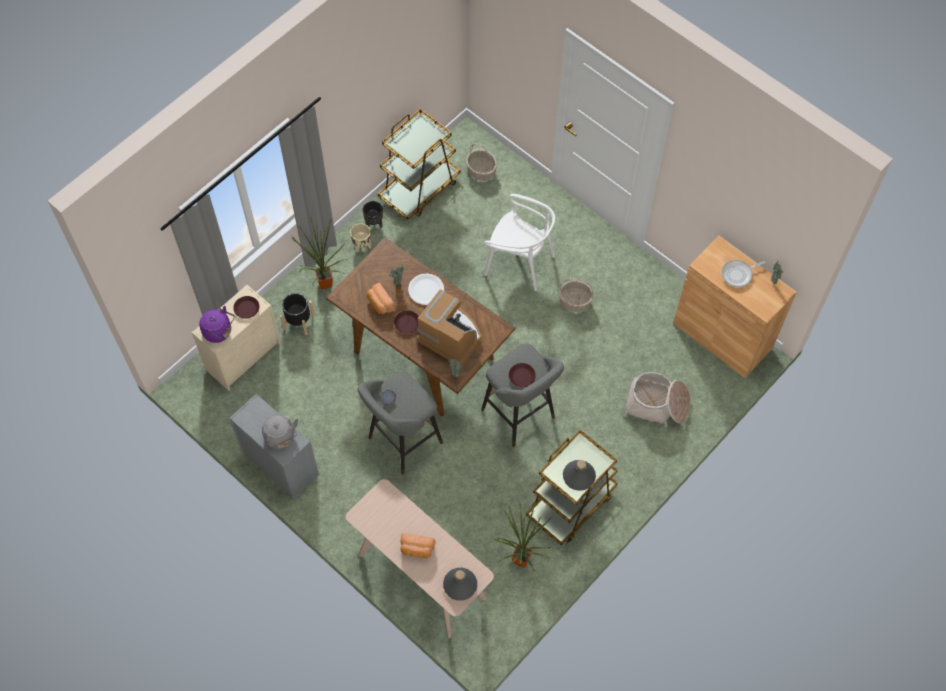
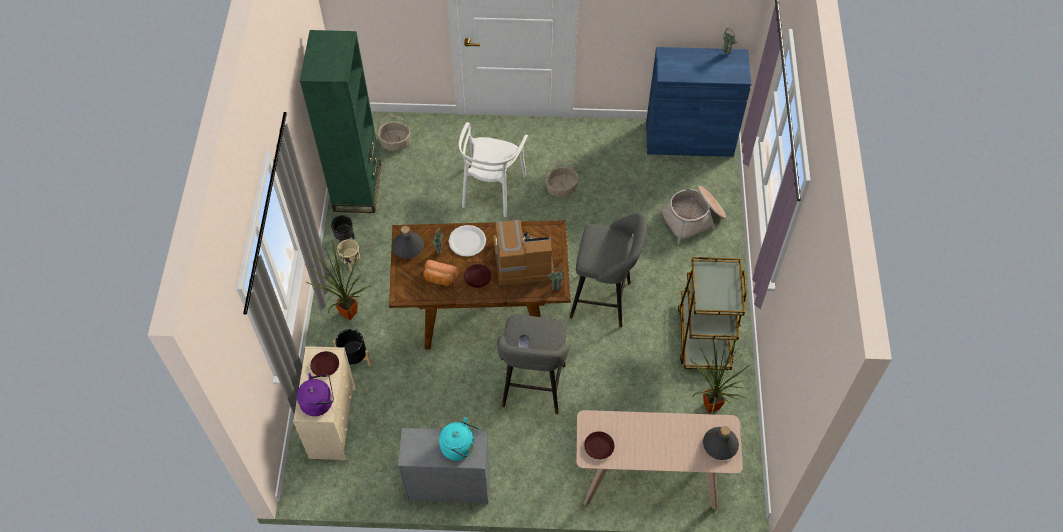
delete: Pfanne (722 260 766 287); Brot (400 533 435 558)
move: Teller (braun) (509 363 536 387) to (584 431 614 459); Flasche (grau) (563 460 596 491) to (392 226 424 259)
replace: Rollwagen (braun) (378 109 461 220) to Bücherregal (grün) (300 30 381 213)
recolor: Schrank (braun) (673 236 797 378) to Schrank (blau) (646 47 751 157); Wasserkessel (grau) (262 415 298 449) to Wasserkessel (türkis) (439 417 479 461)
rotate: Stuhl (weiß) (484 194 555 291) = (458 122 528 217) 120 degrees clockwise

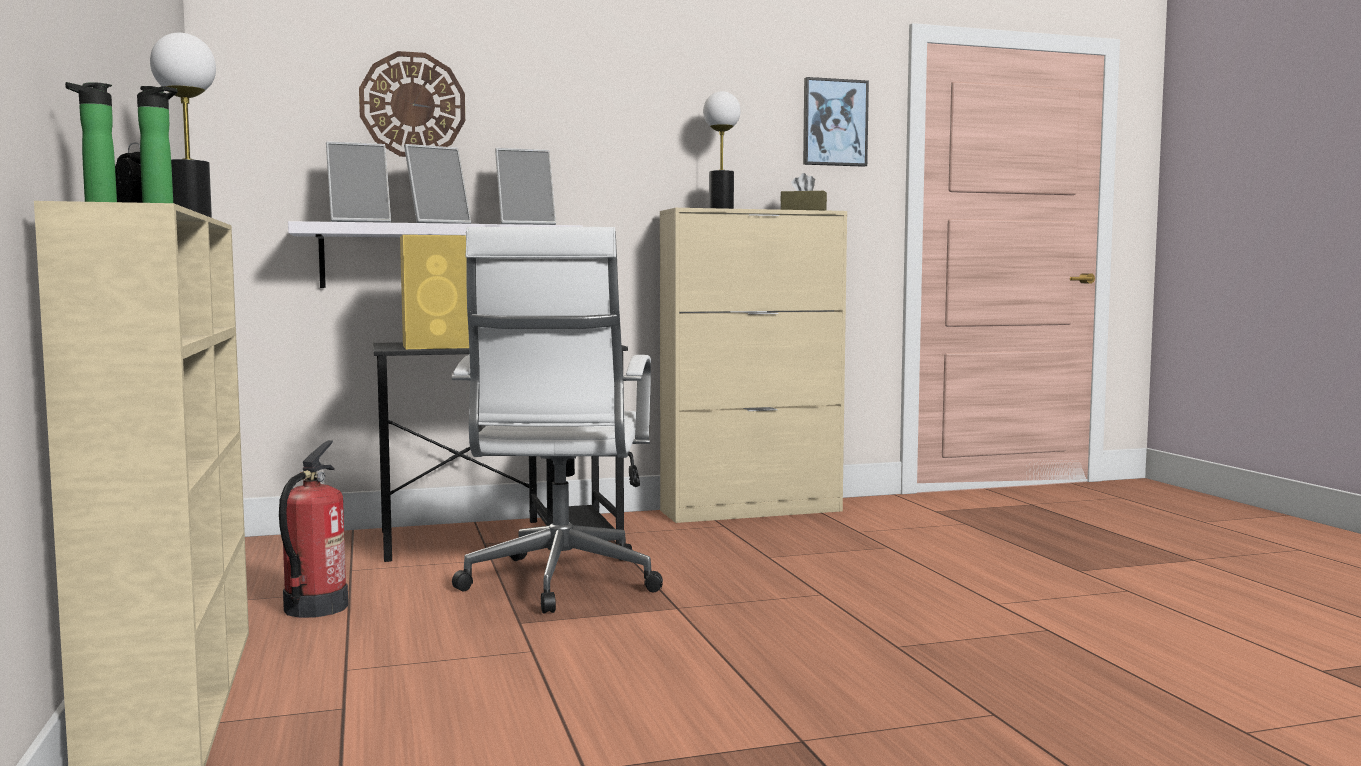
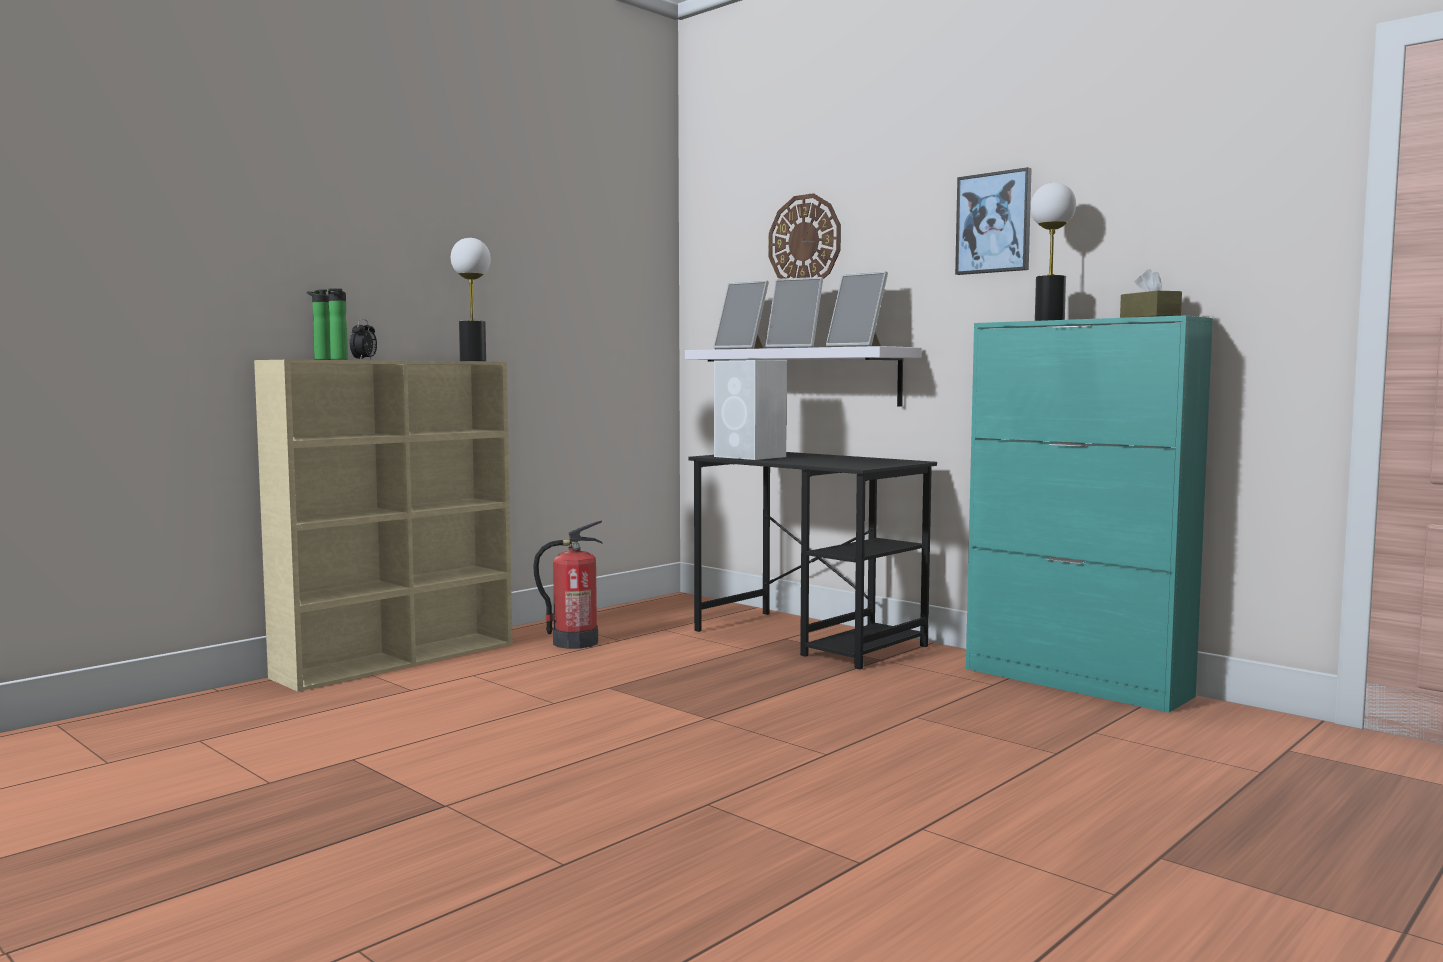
delete: Bürostuhl (weiß) (452 227 663 614)
move: Bild (803 77 869 167) to (955 167 1032 275)
recolor: Schrank (beige) (660 208 847 523) to Schrank (türkis) (966 315 1213 713); Lautsprecher (gelb) (400 235 469 349) to Lautsprecher (weiß) (714 360 787 460)

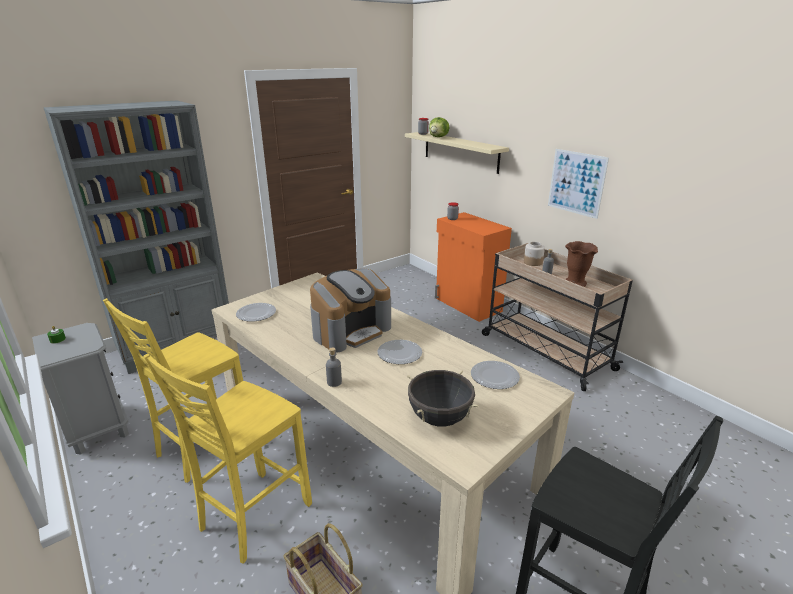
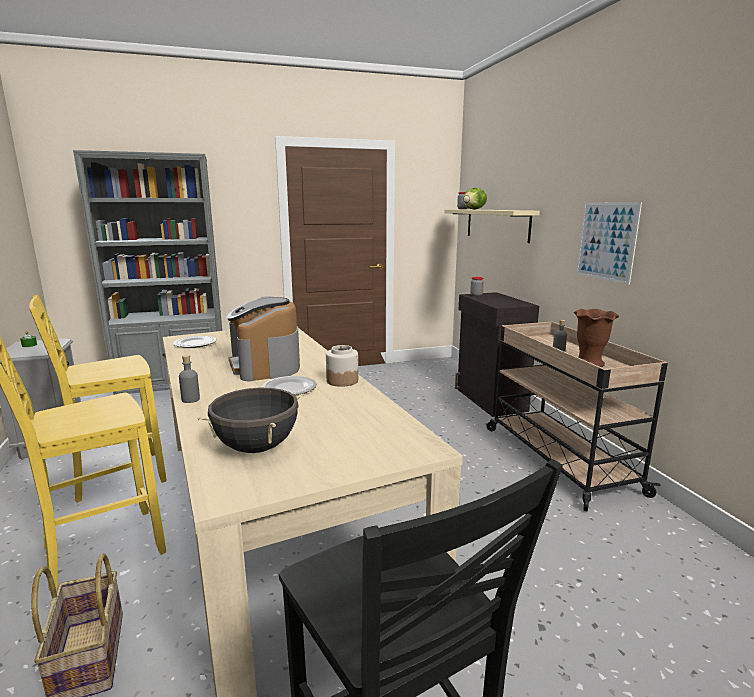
delete: Teller (471 361 520 389)
move: Vorratsglas (524 242 545 266) to (326 345 358 387)
recolor: Schrank (orange) (435 212 512 322) to Schrank (schwarz) (455 292 539 417)
rotate: Kaffeemaschine (310 269 391 353) = (227 297 300 381) 90 degrees clockwise

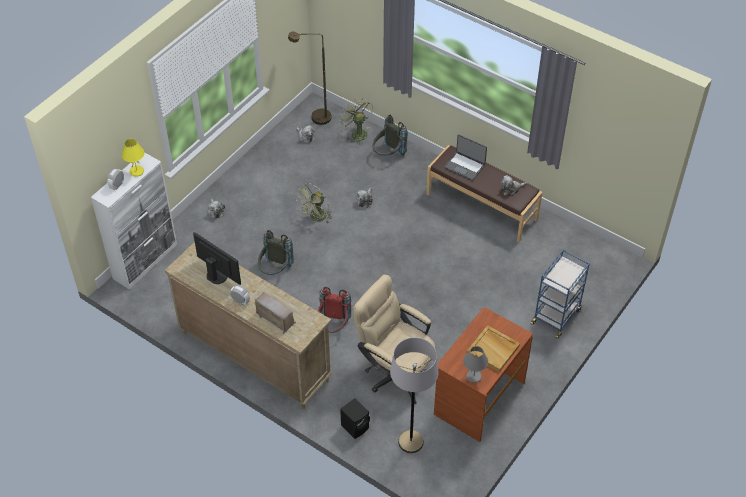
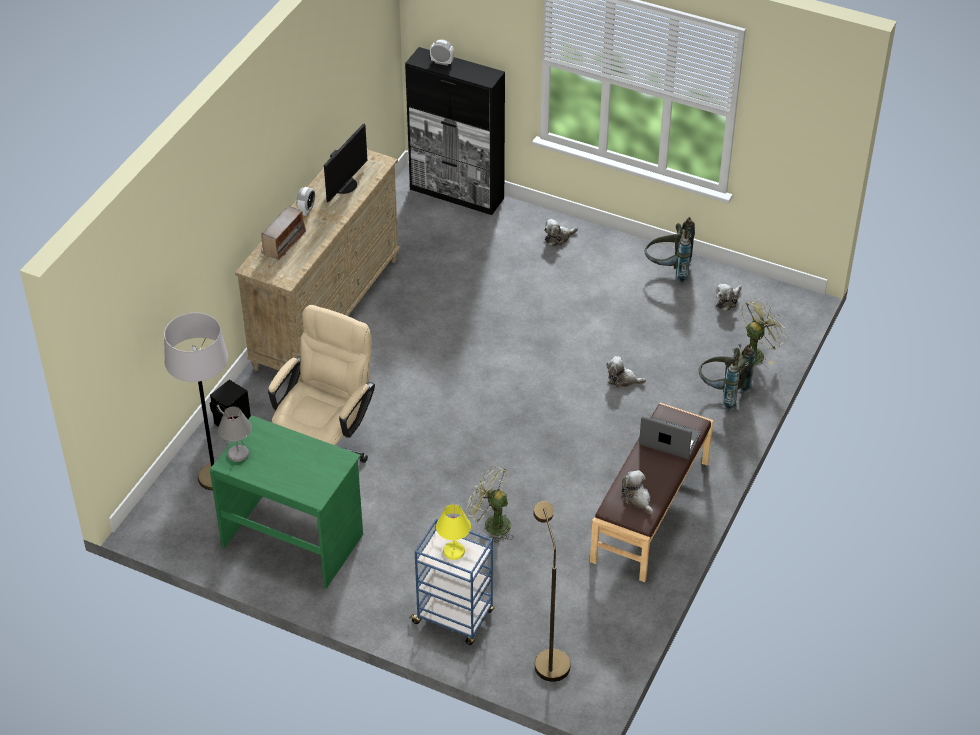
delete: Rucksack (rot) (318 287 351 333); Tablett (beige) (467 325 520 372)
move: Stehlampe (braun) (288 32 331 125) to (533 501 571 682); Tischlampe (gelb) (122 139 145 177) to (436 504 471 560); Ventilator (grün) (296 183 332 223) to (466 465 514 543); Rucksack (grau) (258 230 294 275) to (645 217 695 283)
recolor: Schrank (weiß) (91 153 177 289) to Schrank (schwarz) (405 47 505 215); Schreibtisch (braun) (434 307 533 442) to Schreibtisch (grün) (210 415 363 589)
rotate: Laptop (444 134 487 181) = (639 416 701 459) 90 degrees clockwise

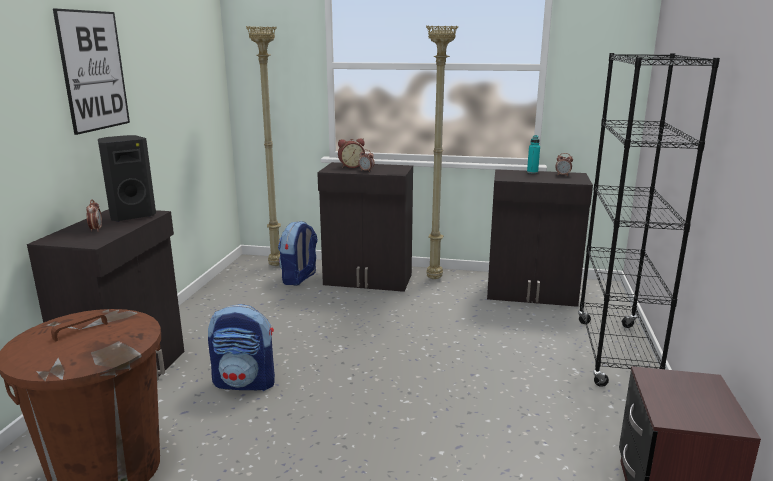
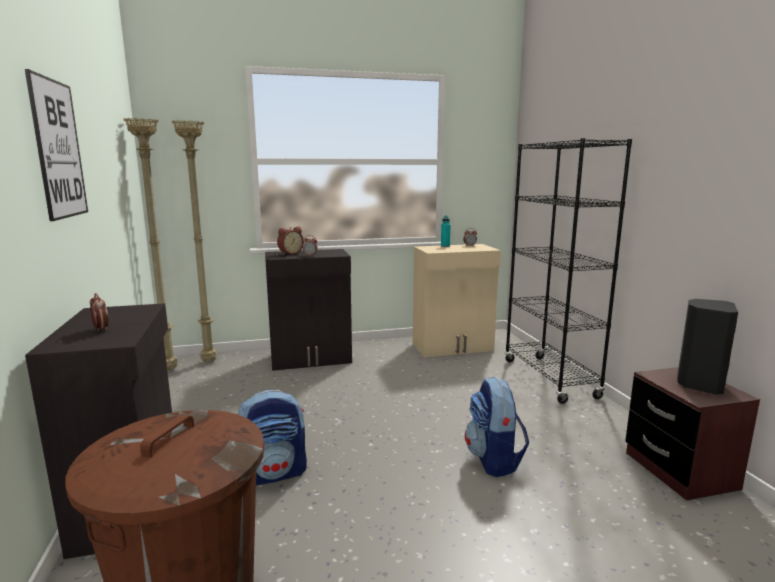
move: Stehlampe (beige) (426 26 457 279) to (123 118 178 370); Lautsprecher (schwarz) (98 135 156 222) to (677 299 738 395); Rucksack (278 221 318 285) to (465 377 529 477)
recolor: Schrank (schwarz) (487 169 593 307) to Schrank (beige) (413 244 501 357)

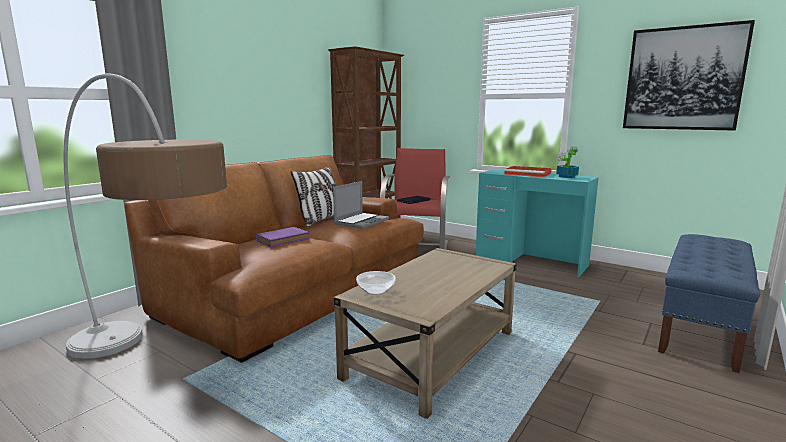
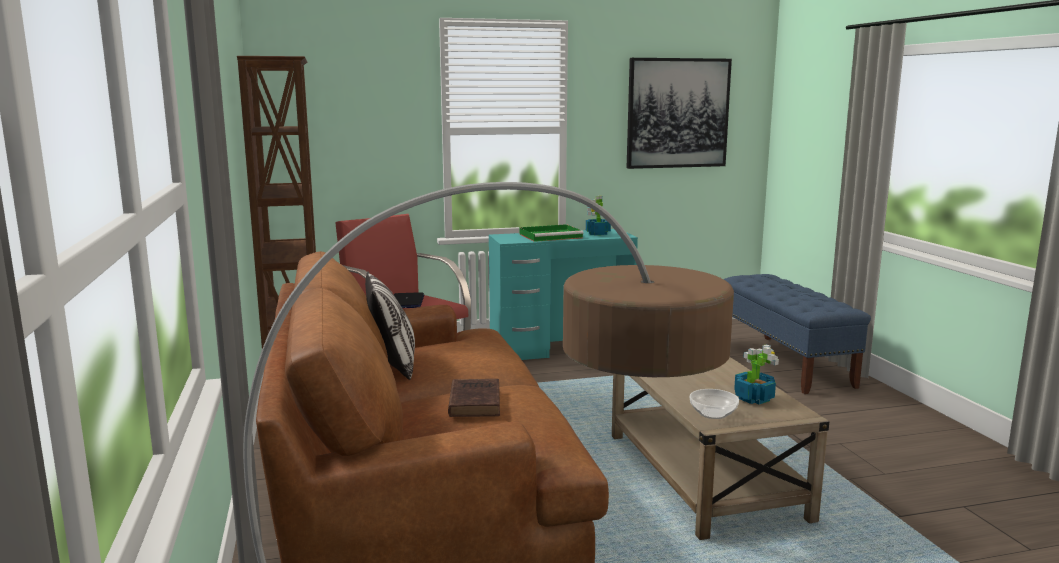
delete: Laptop (333 181 389 229)
insert: Topfpflanze (734 344 779 405)
recolor: Tablett (rot) (504 166 552 177) to Tablett (grün) (520 224 584 242); Buch (lila) (256 227 310 247) to Buch (braun) (448 379 500 417)

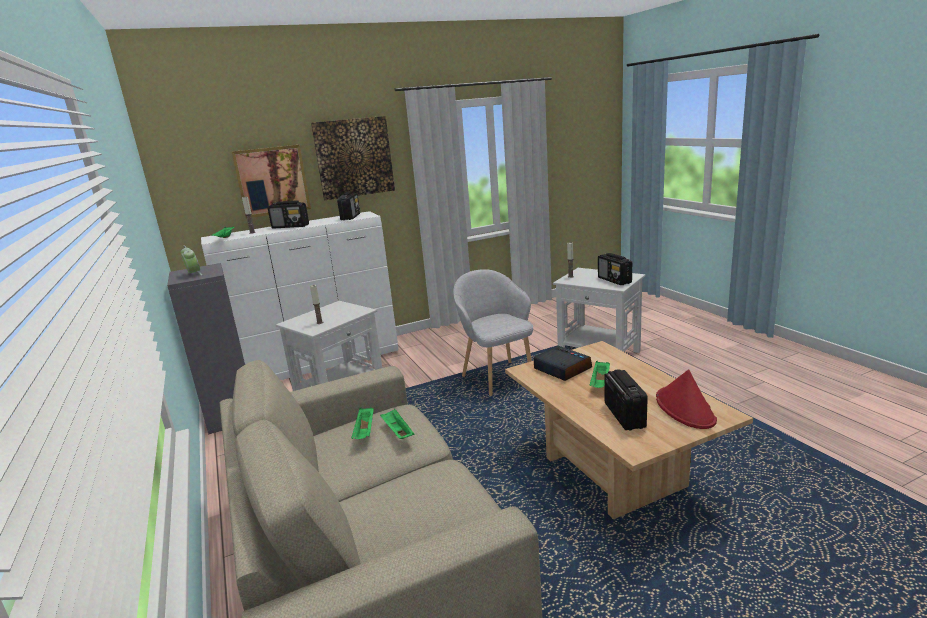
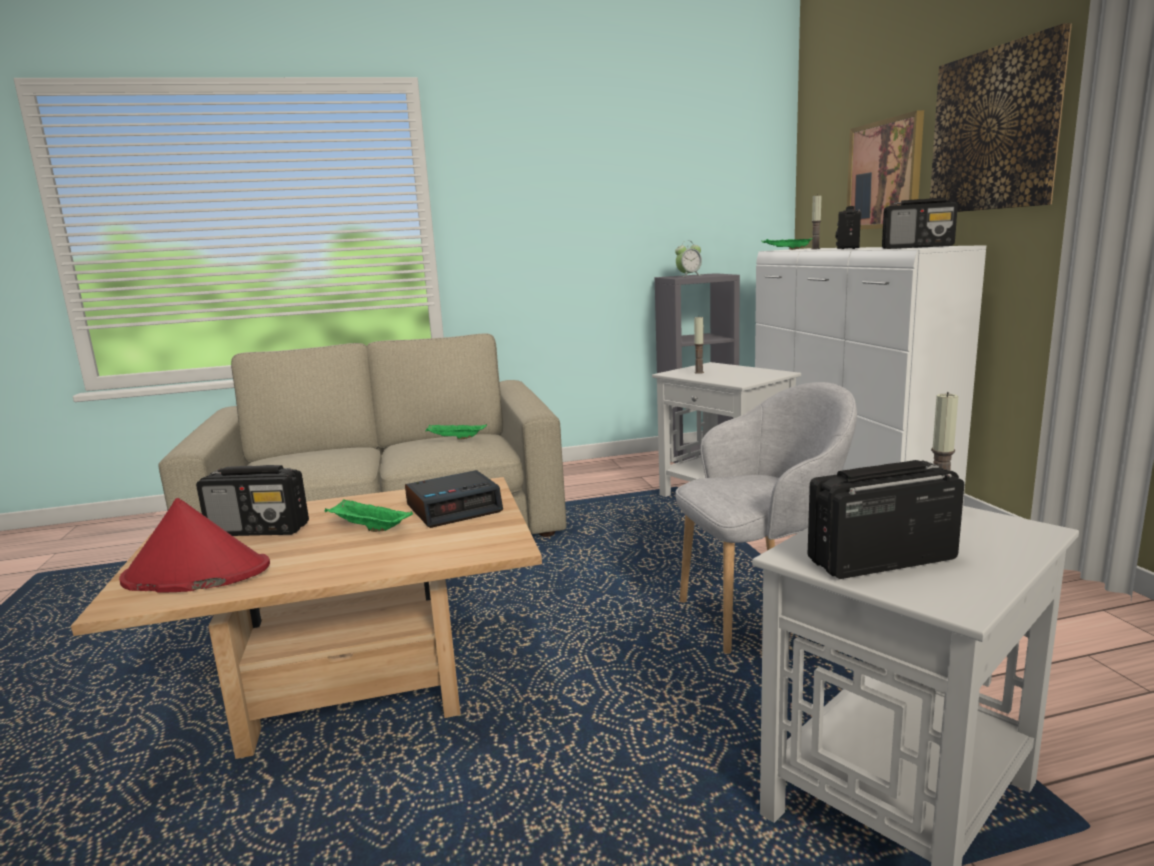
delete: Tablett (grün) (380 409 414 439)

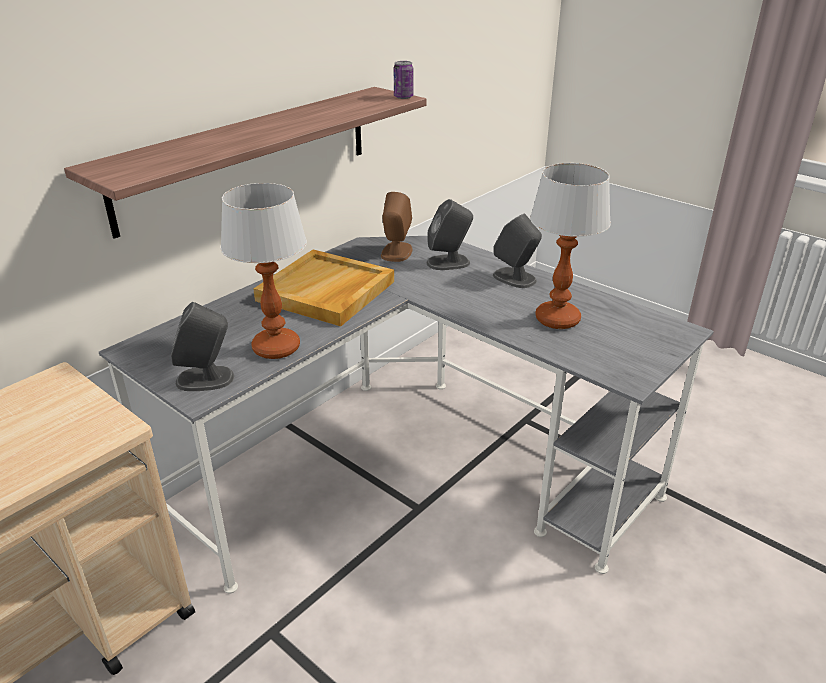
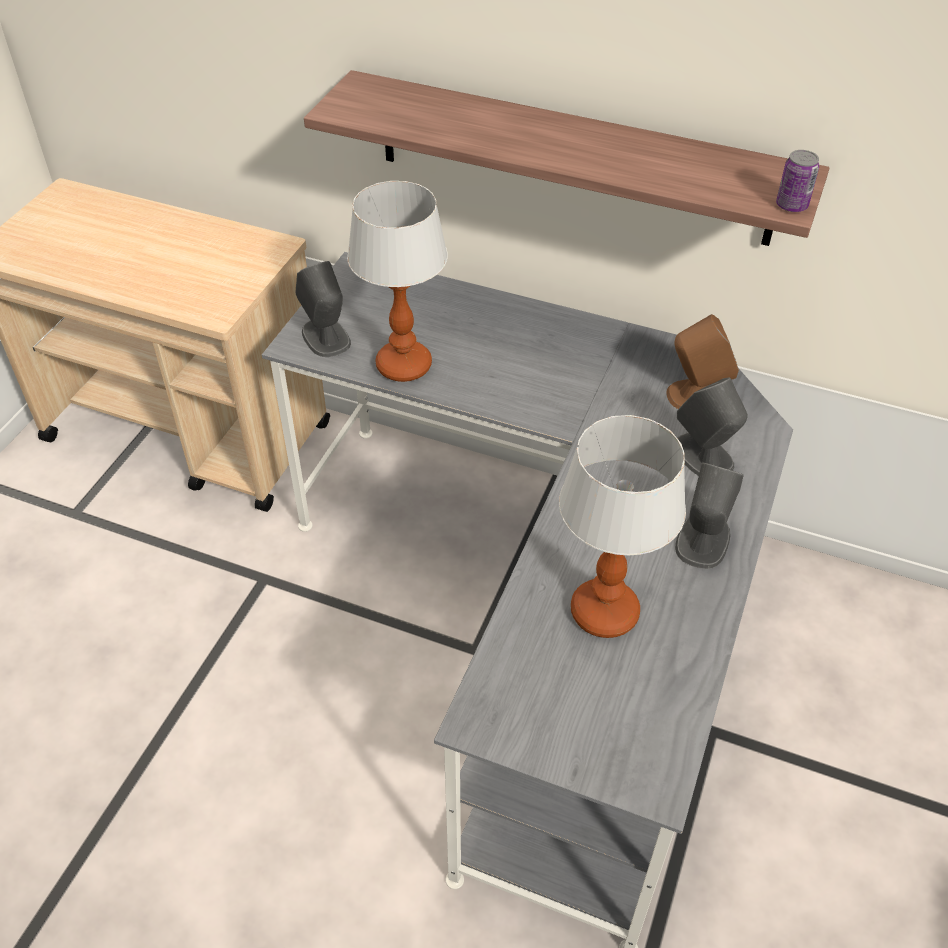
delete: Tablett (beige) (253 250 394 326)

